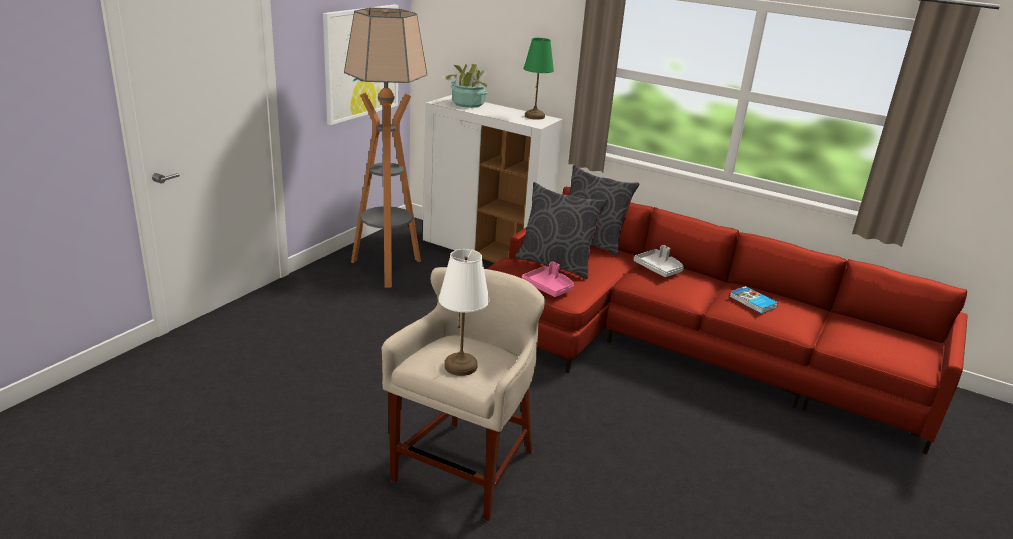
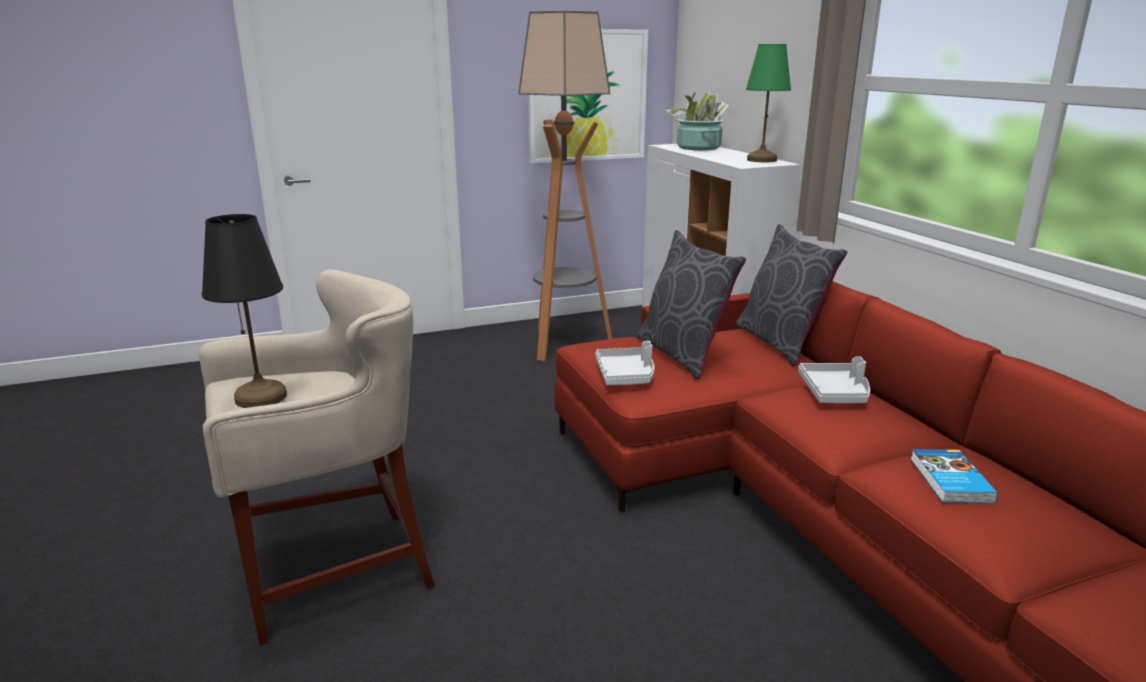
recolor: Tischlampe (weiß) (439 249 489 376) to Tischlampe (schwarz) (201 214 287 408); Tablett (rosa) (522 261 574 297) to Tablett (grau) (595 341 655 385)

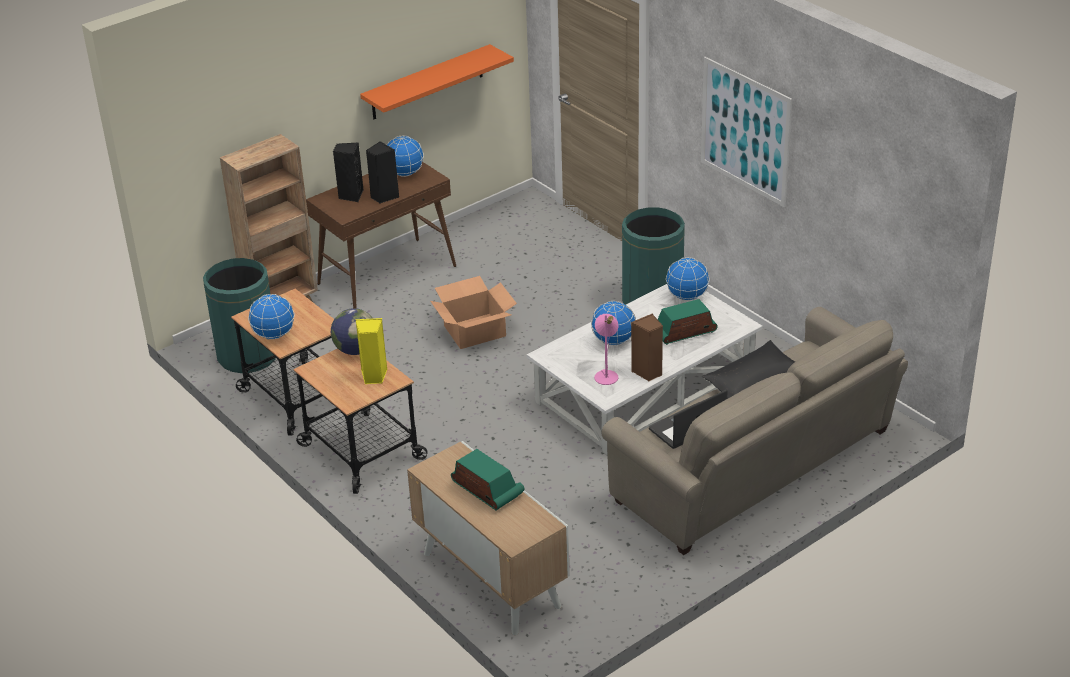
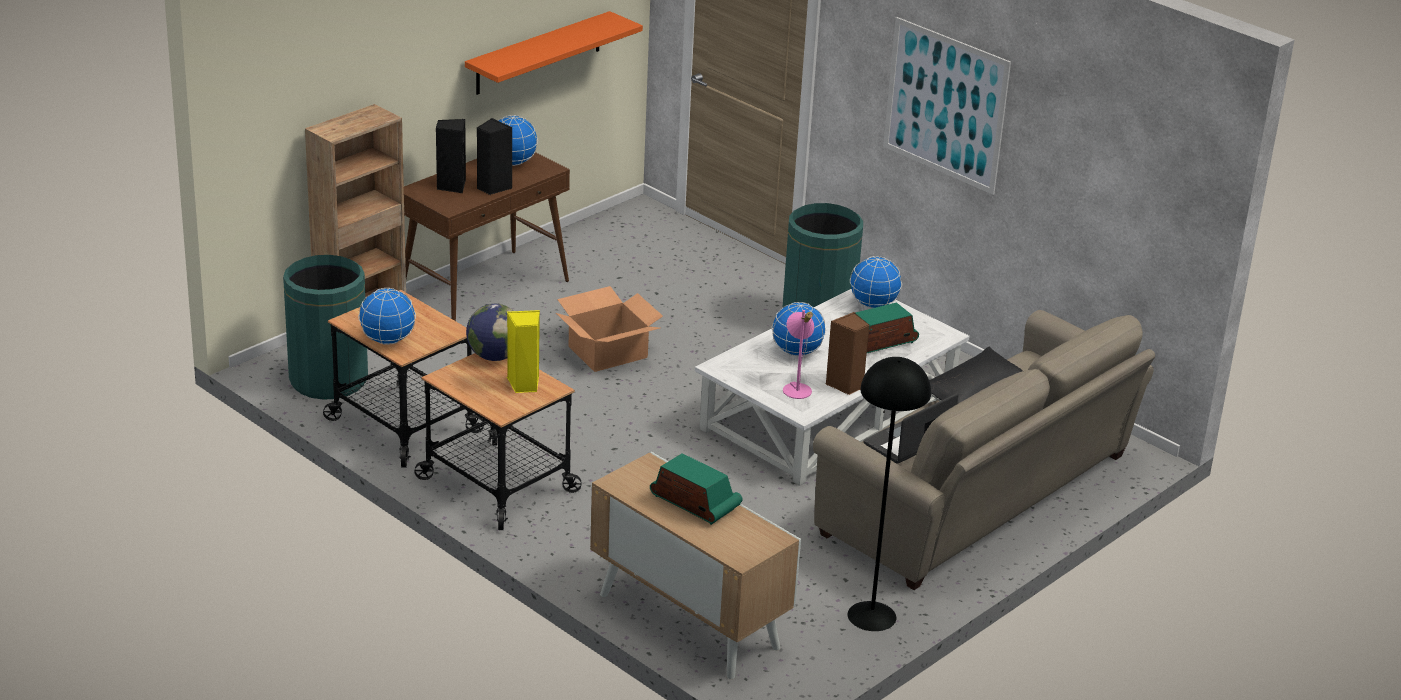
insert: Stehlampe (schwarz) (847 357 931 631)

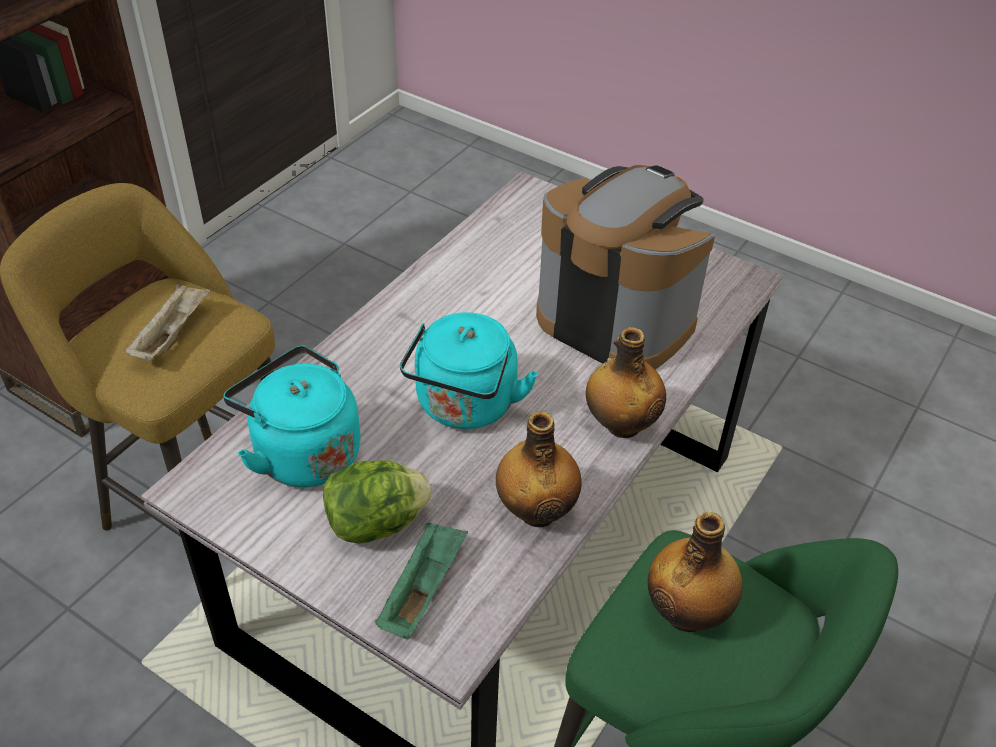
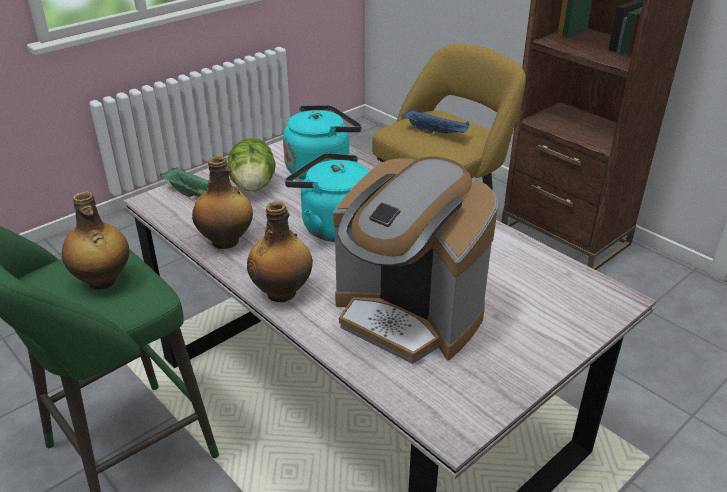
recolor: Tablett (beige) (124 284 211 361) to Tablett (blau) (402 110 469 134)
rotate: Kaffeemaschine (536 165 715 370) = (333 156 498 364) 75 degrees clockwise

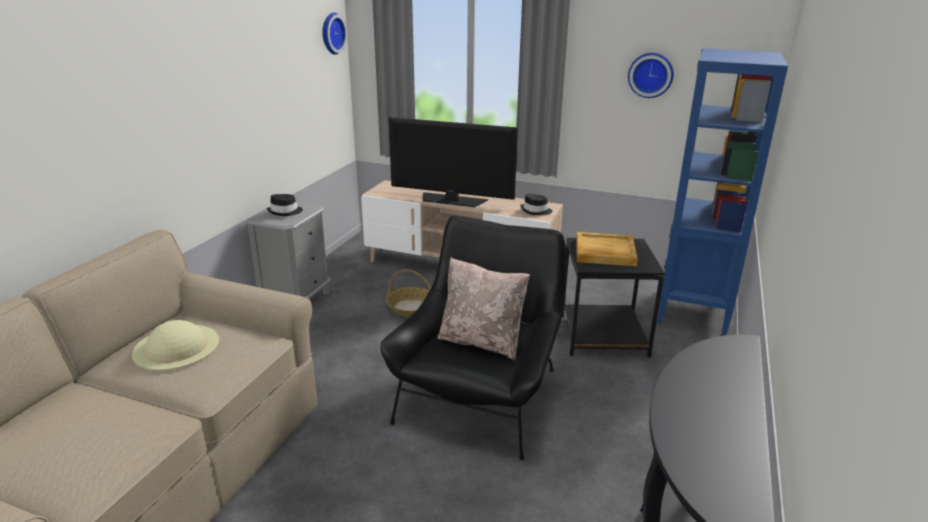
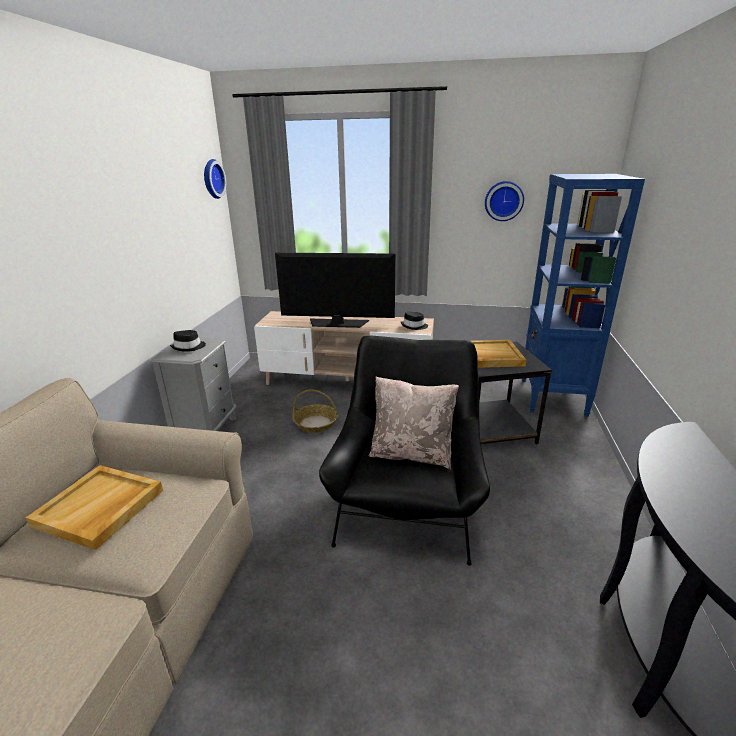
replace: Hut (beige) (132 320 219 371) to Tablett (beige) (26 465 163 550)

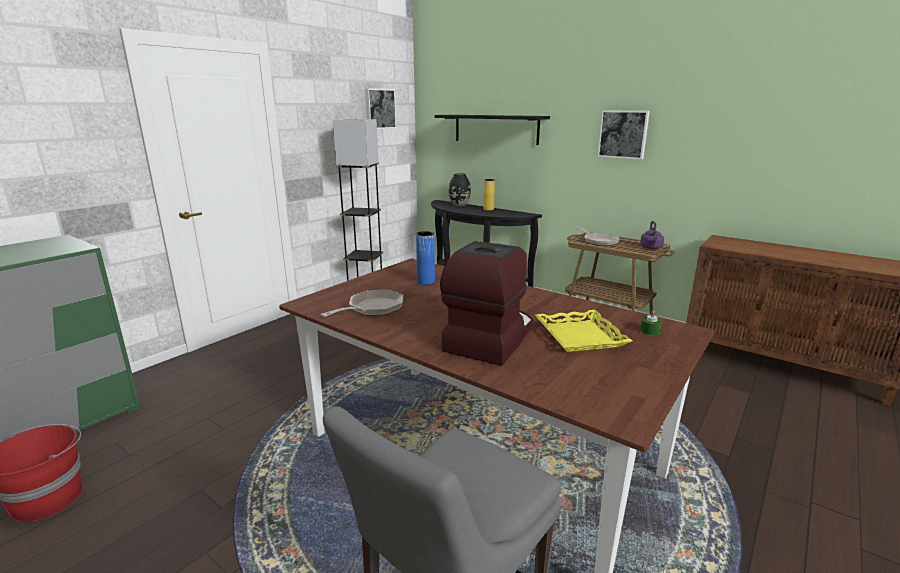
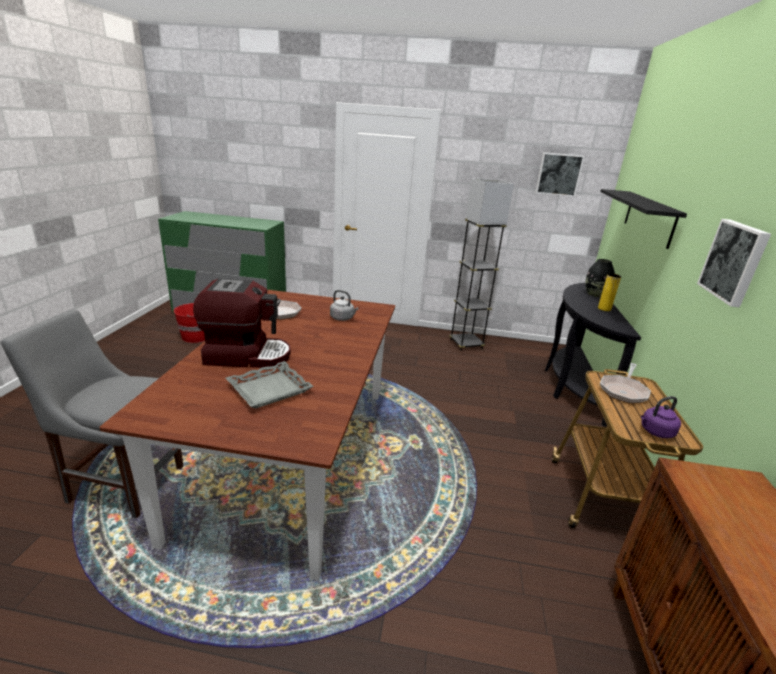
delete: Kerze (grün) (640 310 662 336)
replace: Vase (blau) (416 231 435 285) to Wasserkessel (grau) (330 290 359 321)
recolor: Tablett (gelb) (535 310 632 352) to Tablett (grau) (225 361 314 408)

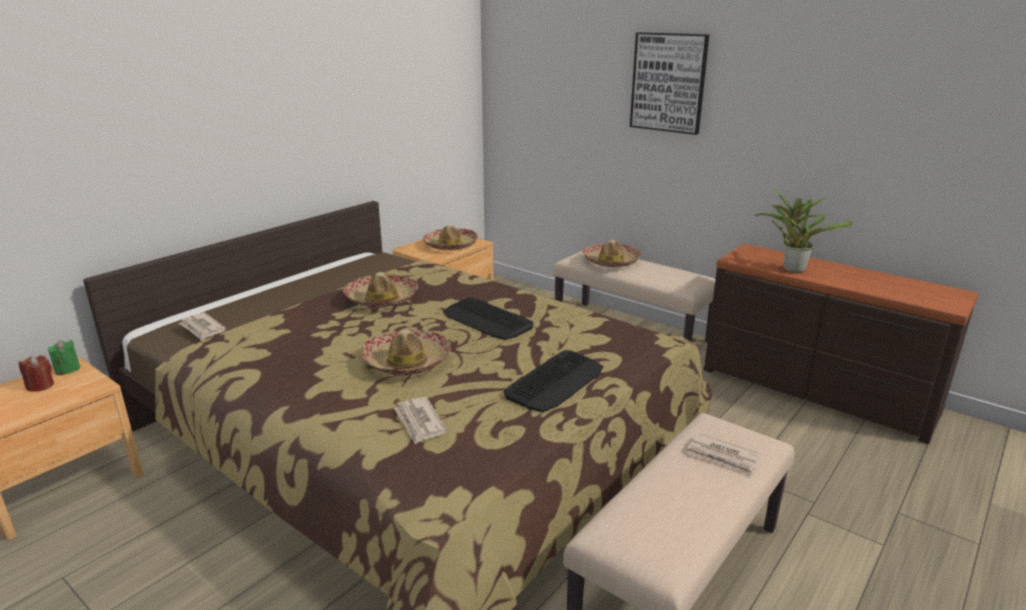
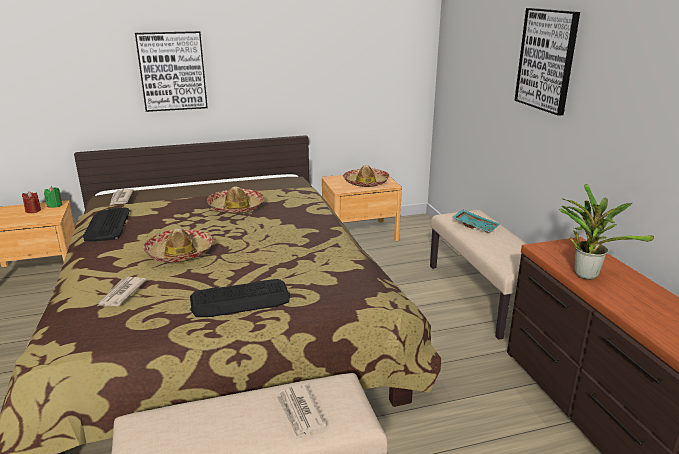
insert: Bild (135 31 208 112)
move: Tastatur (443 297 534 340) to (83 207 129 242)
replace: Hut (582 240 641 268) to Tablett (türkis) (453 210 500 233)

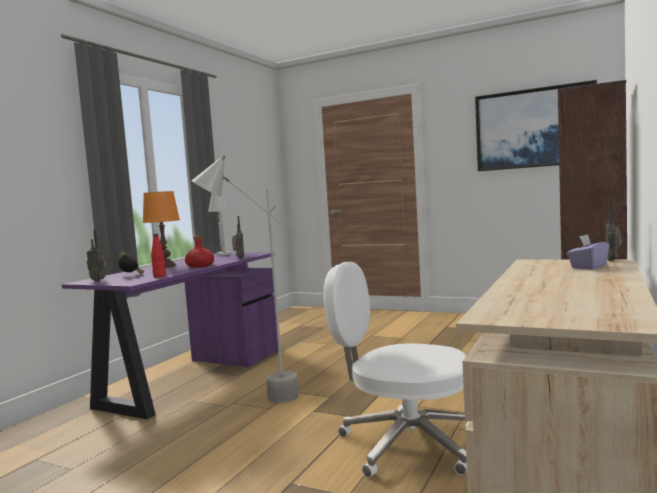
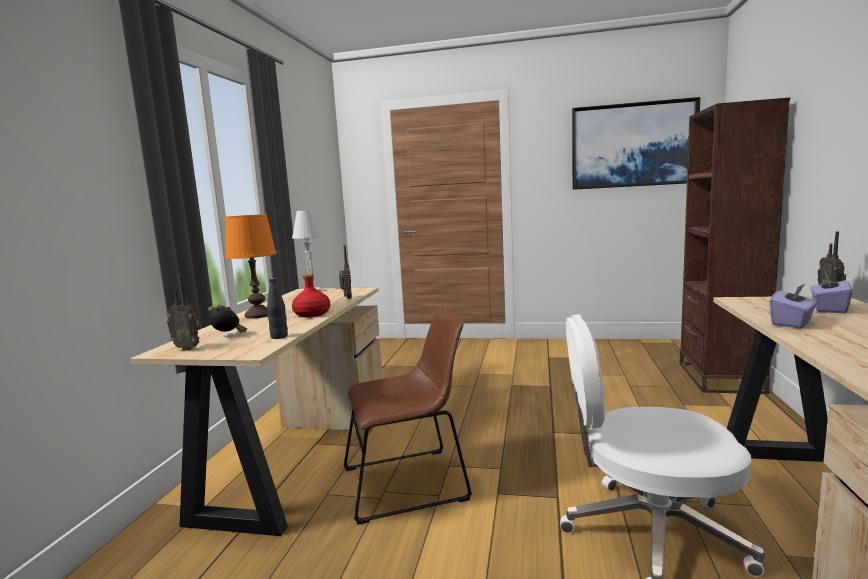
insert: Taschentuchbox (lila) (769 284 817 328)
replace: Stehlampe (grau) (192 155 299 403) to Stuhl (braun) (343 308 472 525)
recolor: Flasche (rot) (151 234 166 278) to Flasche (schwarz) (267 278 288 339); Schreibtisch (lila) (62 253 278 419) to Schreibtisch (beige) (130 288 383 536)

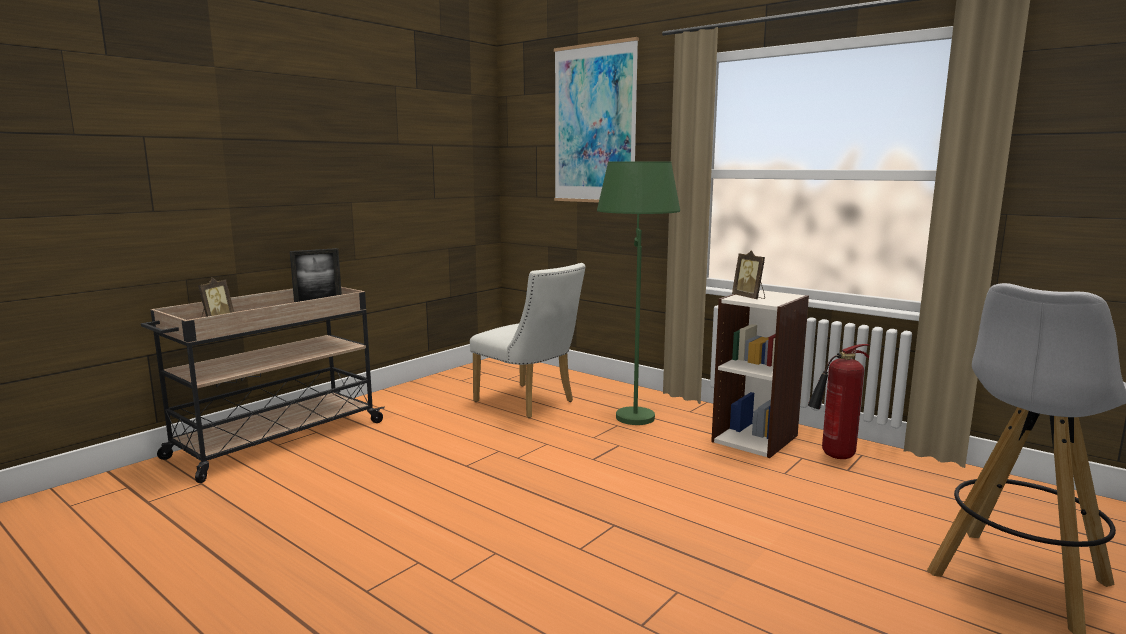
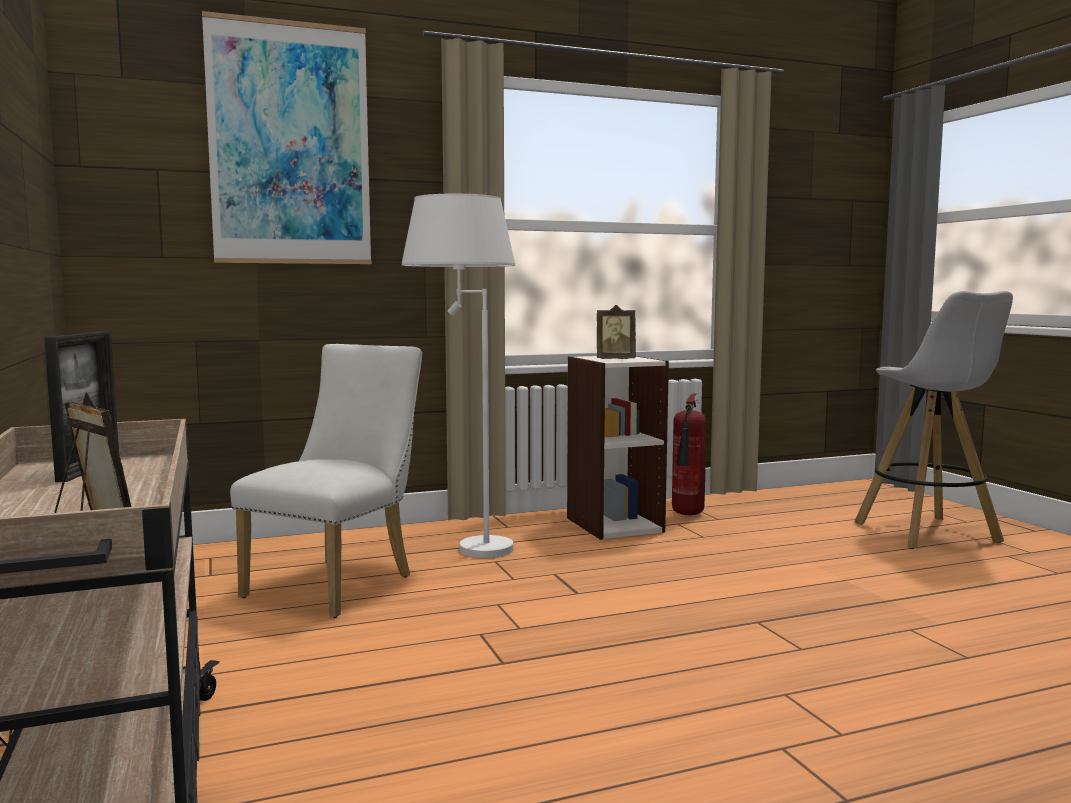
recolor: Stehlampe (grün) (597 161 680 425) to Stehlampe (weiß) (402 194 515 558)
rotate: Stuhl (weiß) (470 263 586 418) = (230 344 422 618) 45 degrees counterclockwise

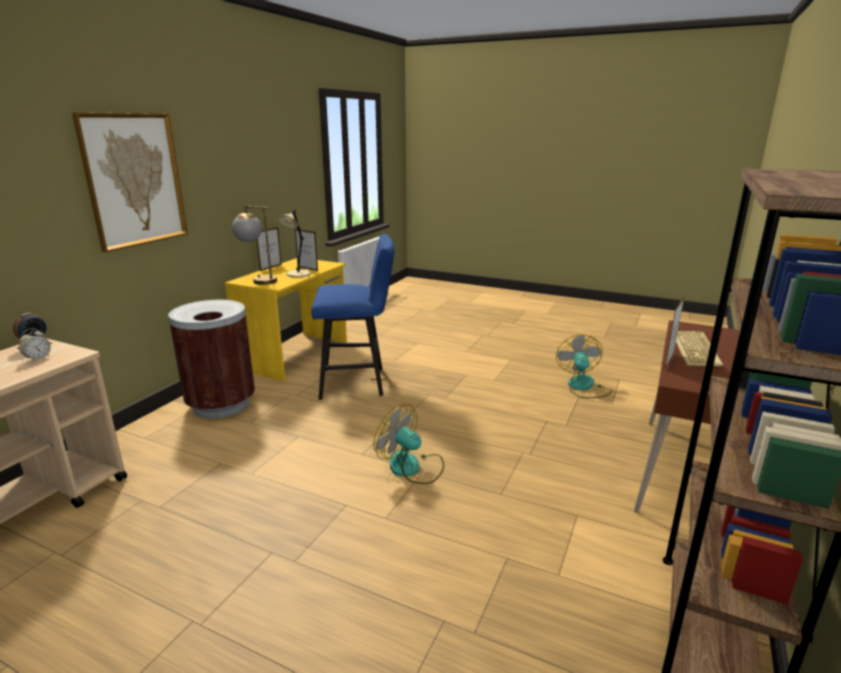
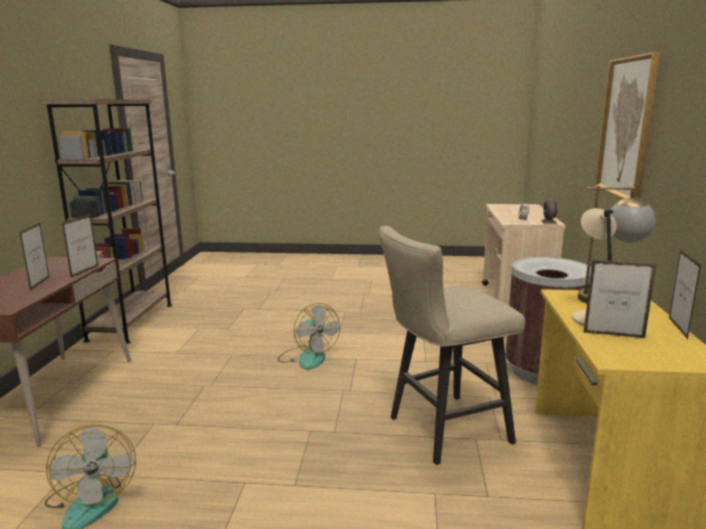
replace: Tastatur (676 331 723 366) to Bilderrahmen (19 222 49 291)
recolor: Hocker (blau) (311 234 394 400) to Hocker (beige) (378 226 525 465)
rotate: Ventilator (373 404 444 484) = (278 303 340 370) 45 degrees clockwise

